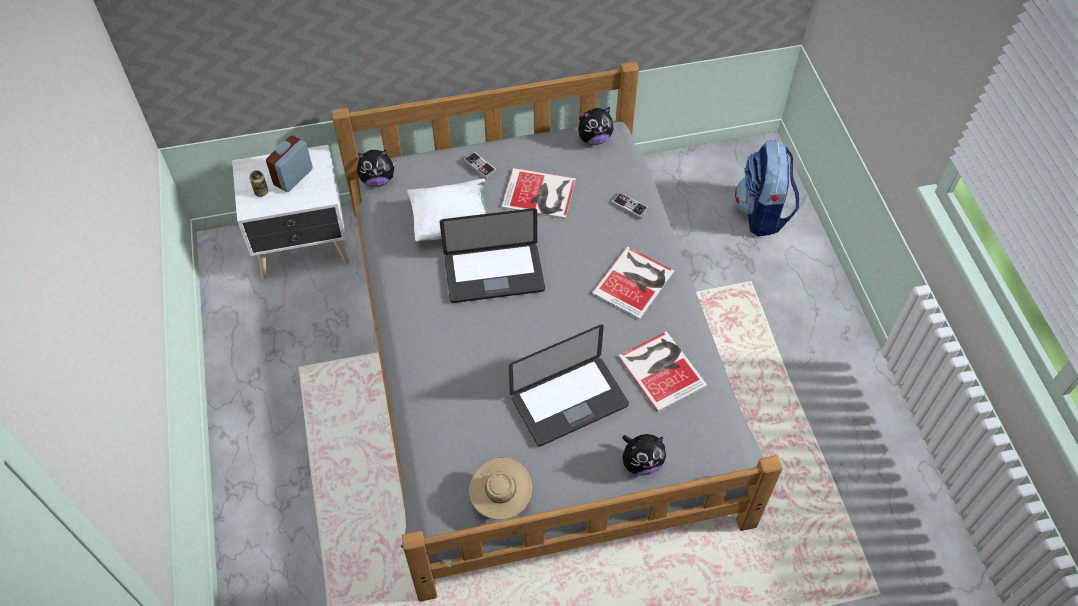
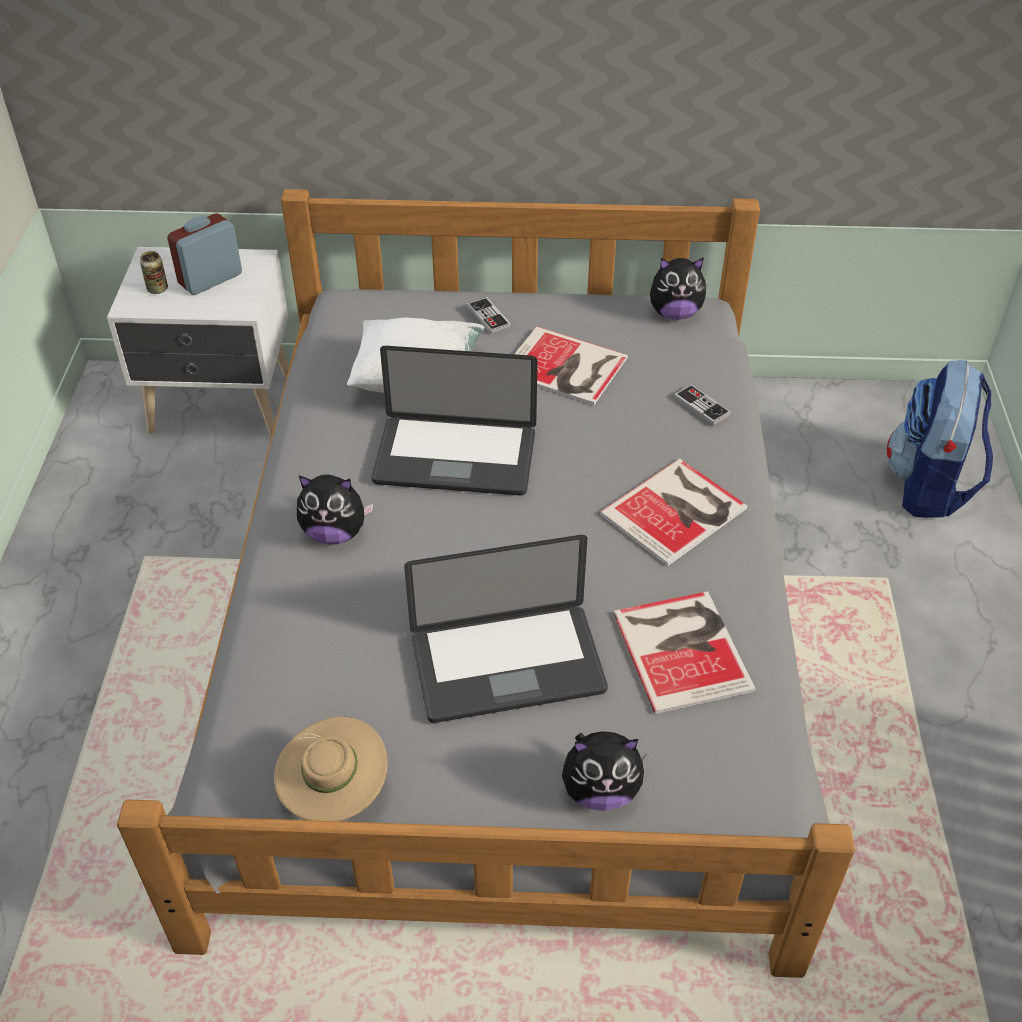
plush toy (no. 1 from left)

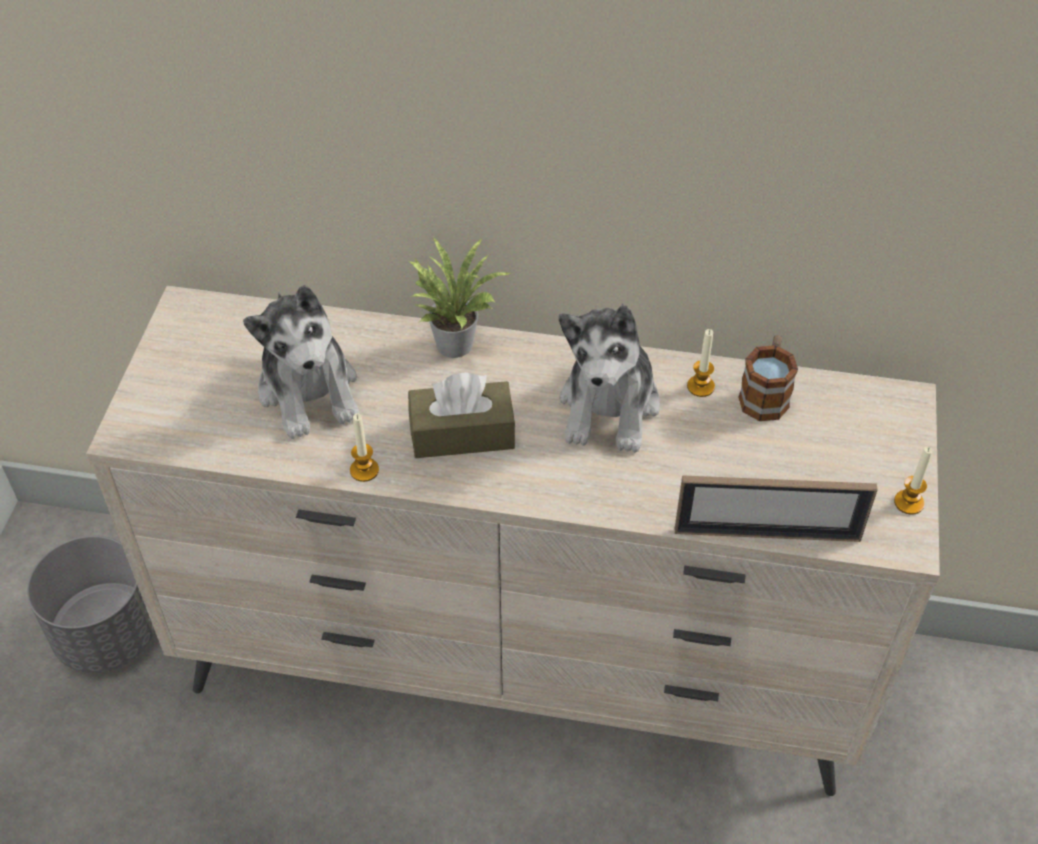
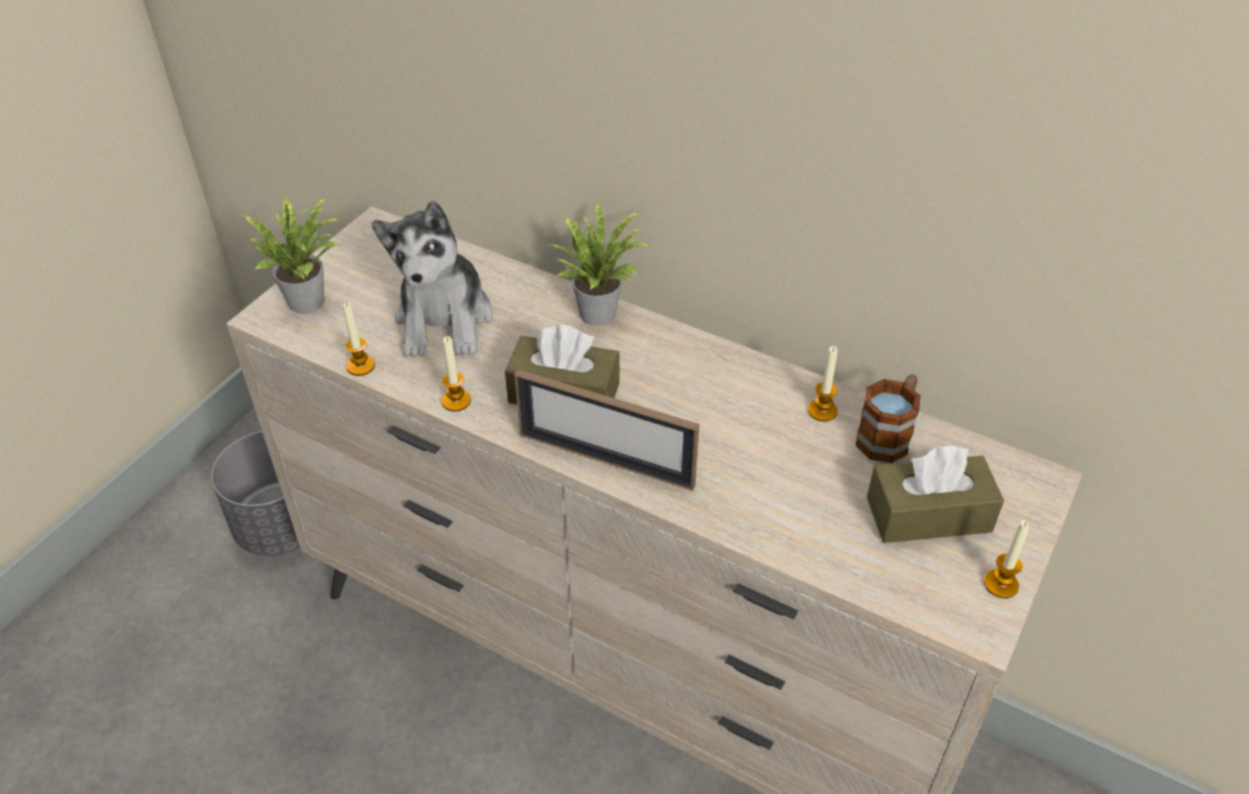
plush toy (no. 2 from left in the first image)
picture frame
potted plant (no. 1 from left)
candle (no. 1 from left)
brown tissue box (no. 2 from left)

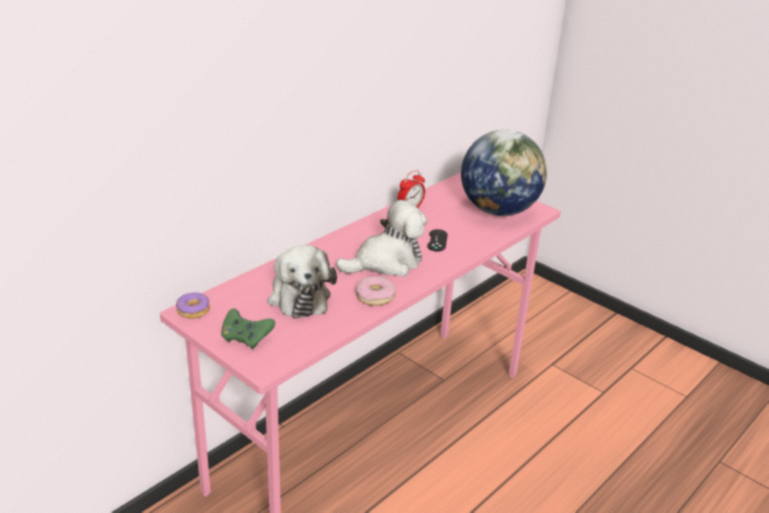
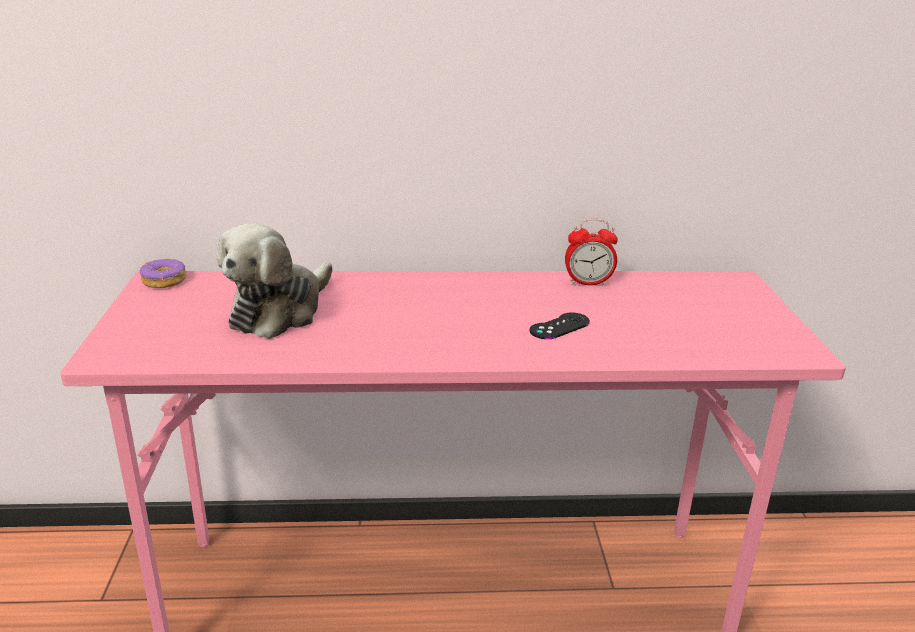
globe
plush toy (no. 2 from left in the first image)
donut (no. 2 from left in the first image)
green game controller

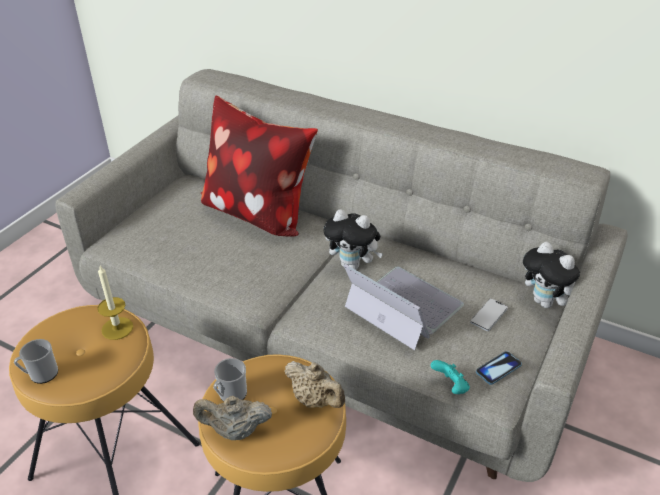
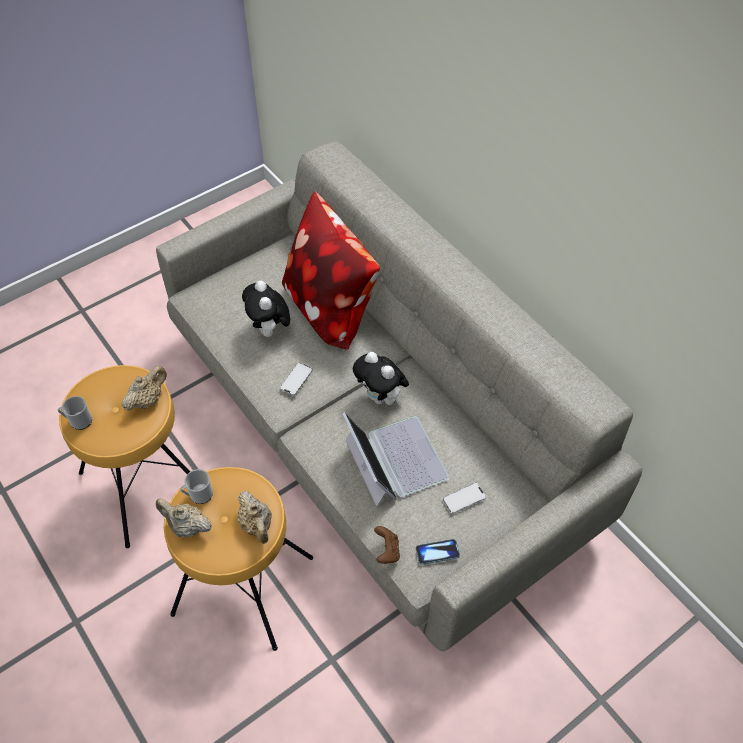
plush toy (no. 1 from left)
beige teapot (no. 1 from left)
brown game controller
phone (no. 1 from left)

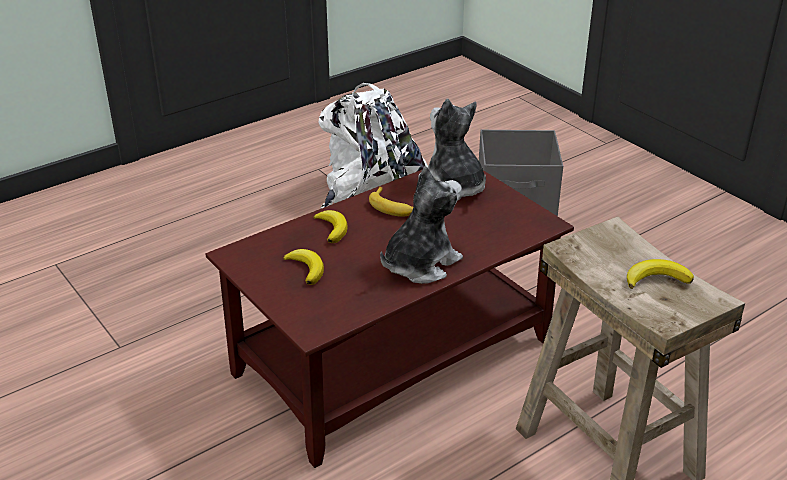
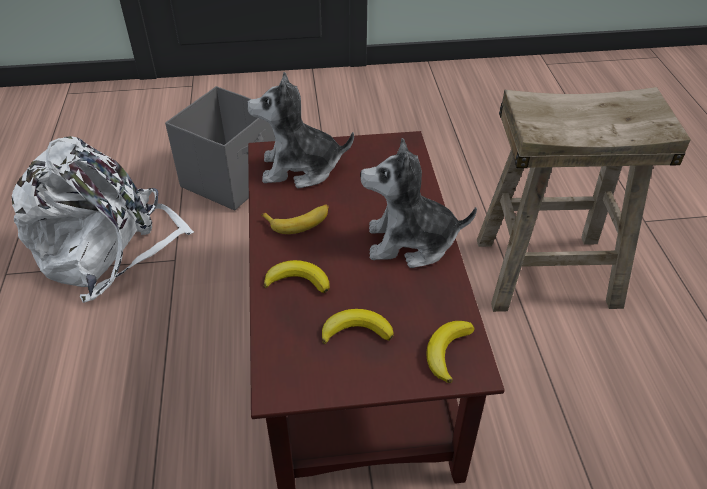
plush toy (no. 2 from left)
banana (no. 4 from left)

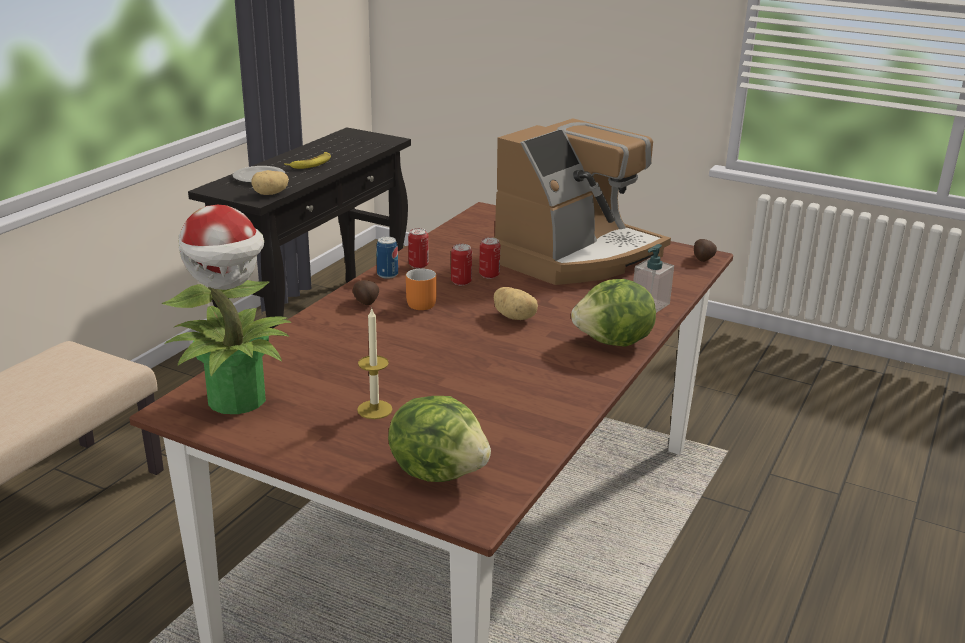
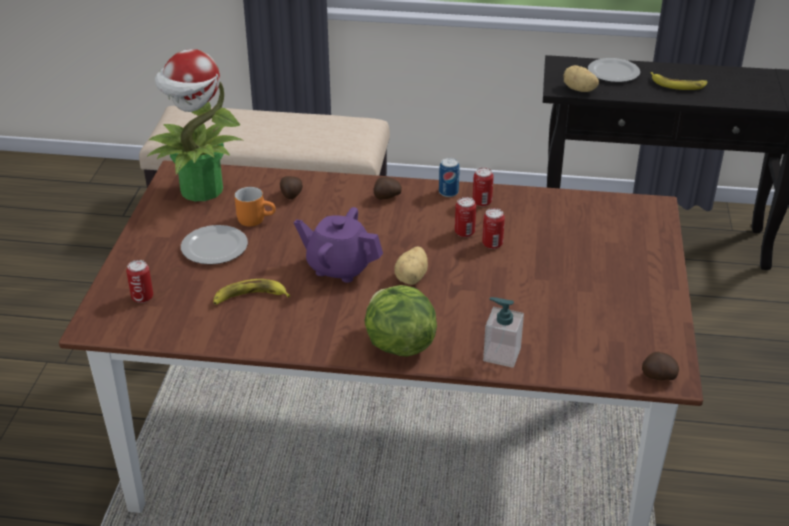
coffee machine
orange mug
plate (no. 1 from left)
can (no. 1 from left)
potato (no. 1 from left)
purple teapot
banana (no. 1 from left)

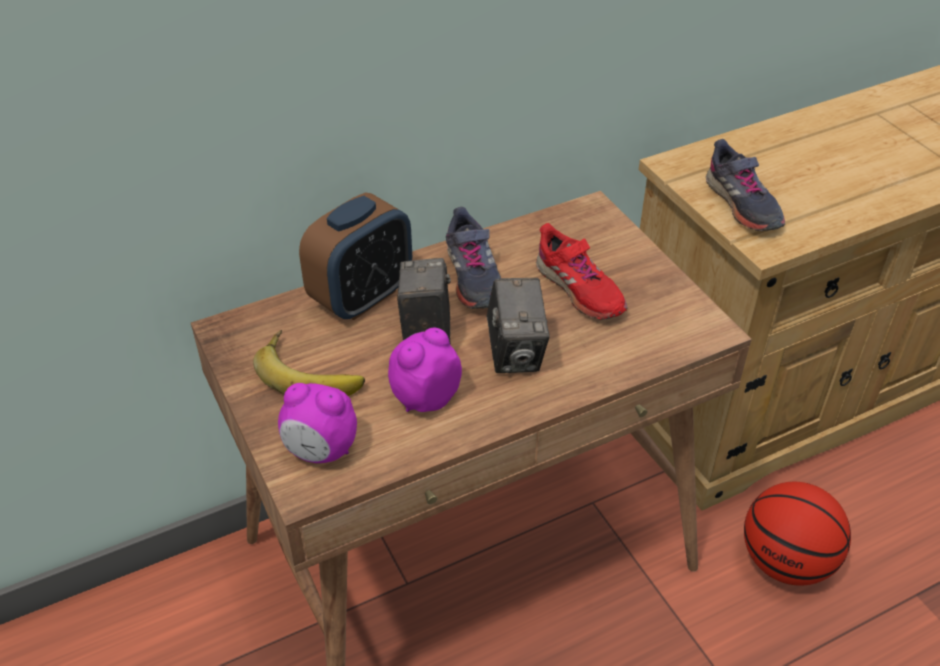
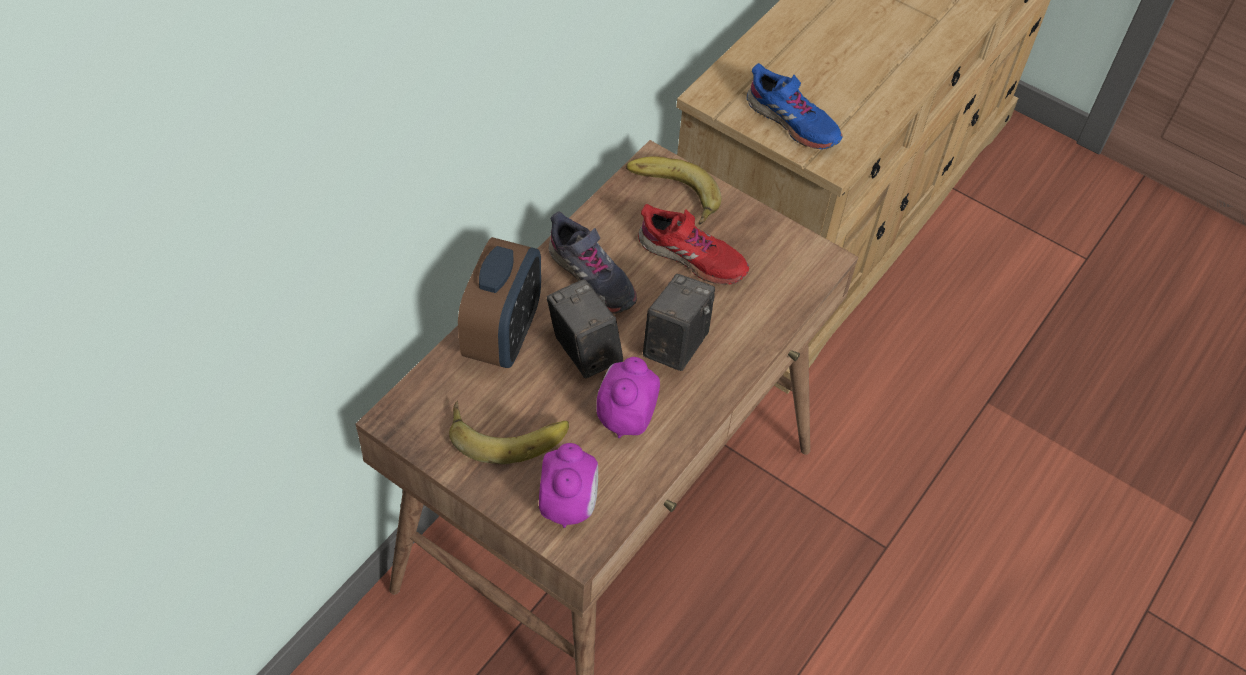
blue shoe
photo camera (no. 2 from left)
alarm clock (no. 2 from left)
basketball
banana (no. 2 from left)

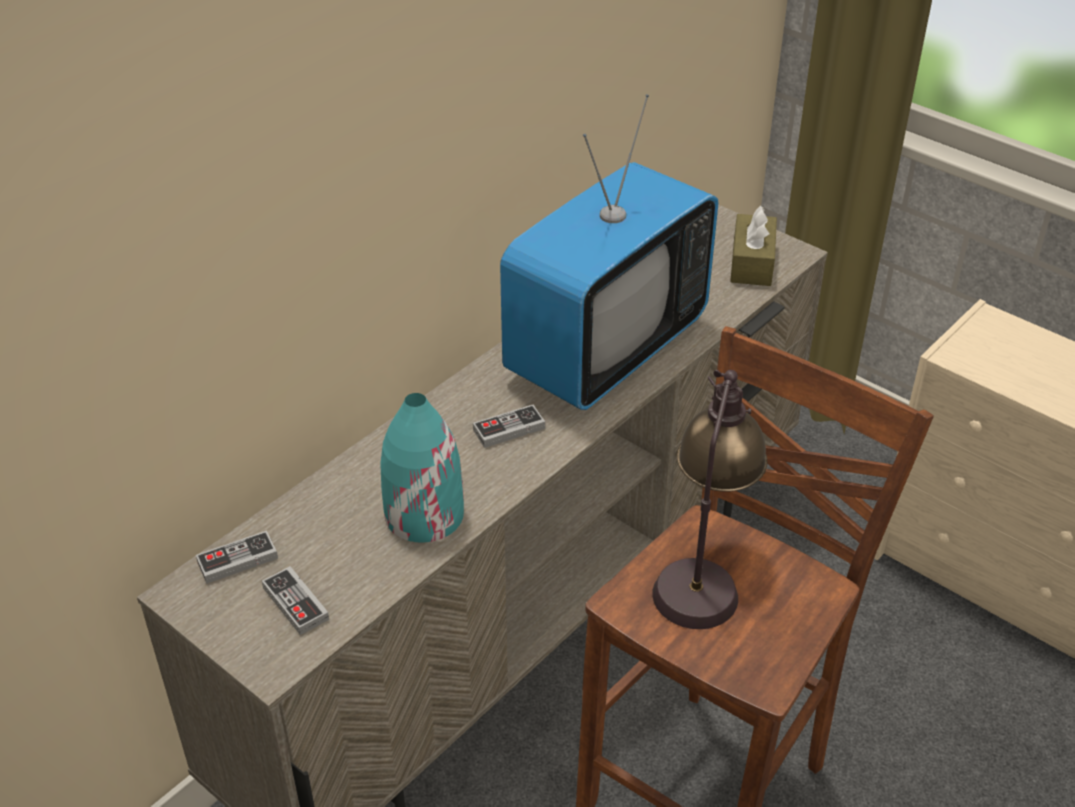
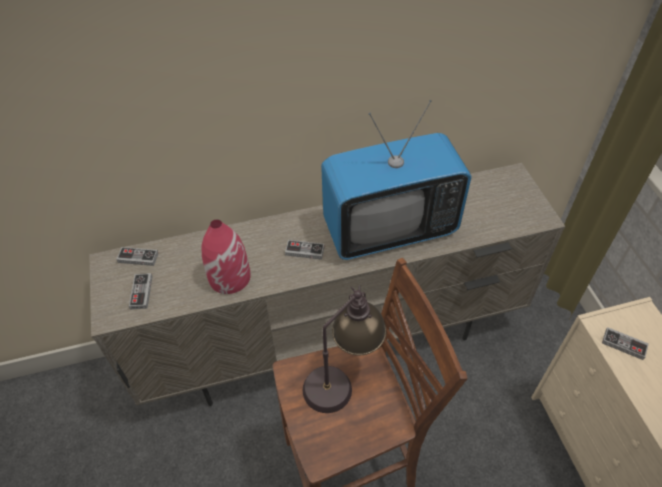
brown tissue box
red vase
game controller (no. 4 from left)

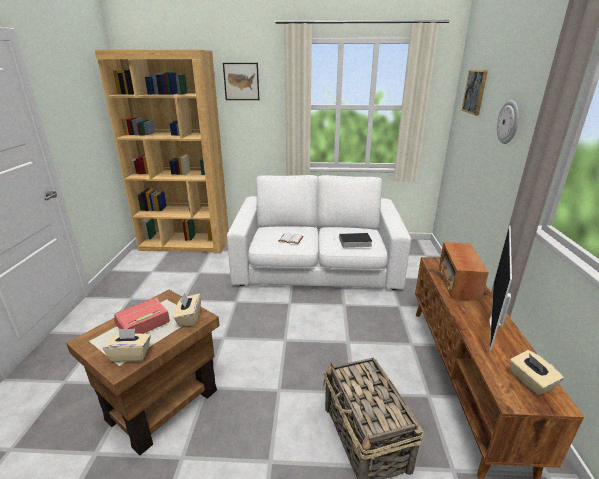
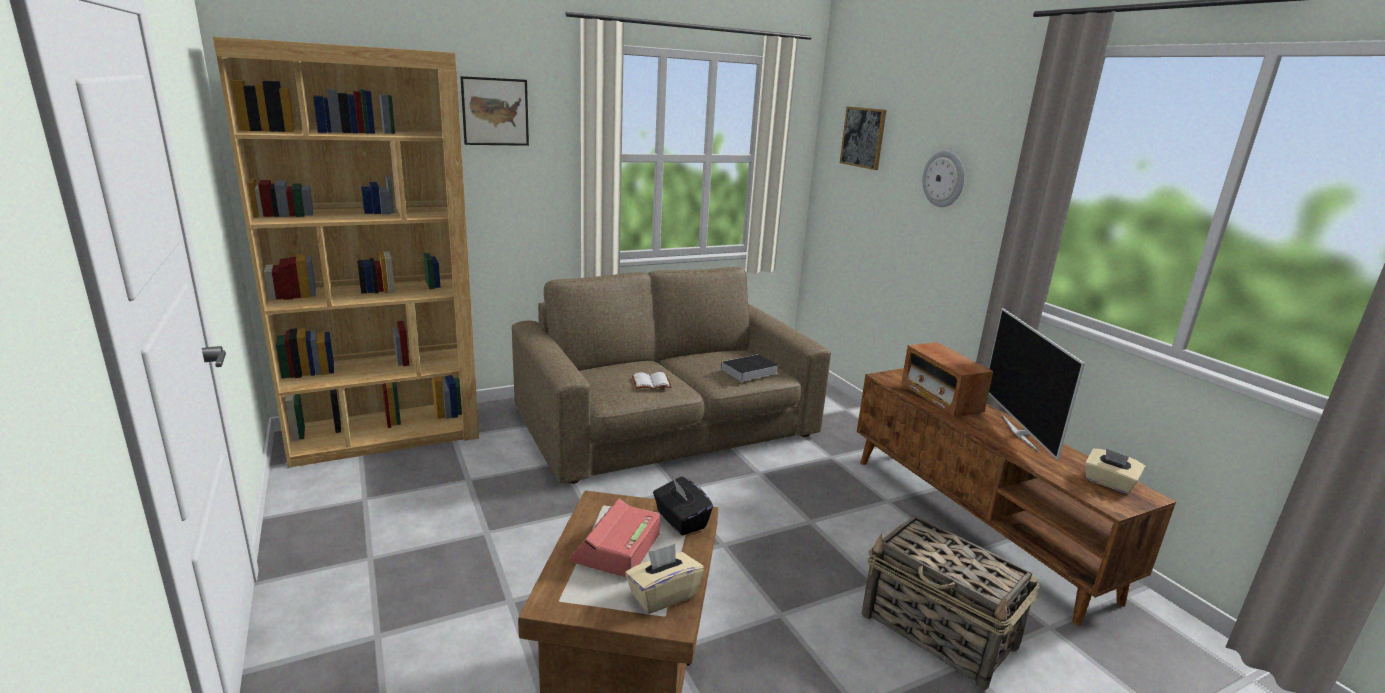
brown sofa
black tissue box

